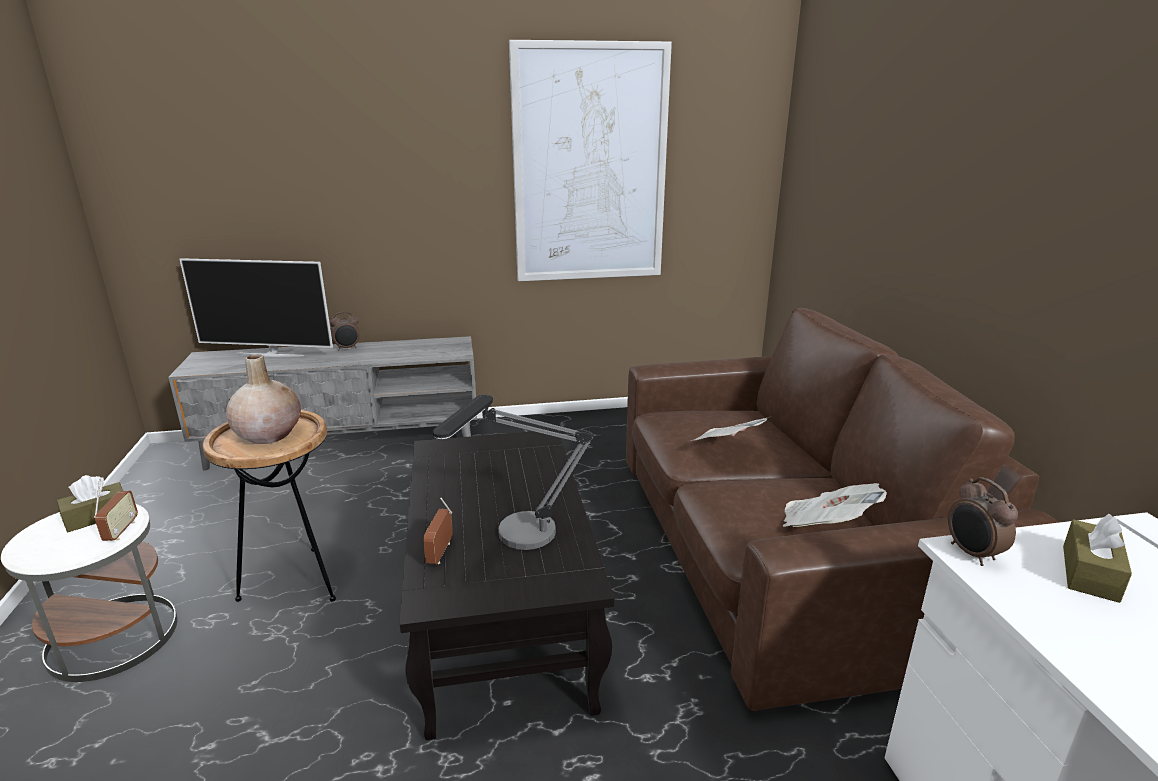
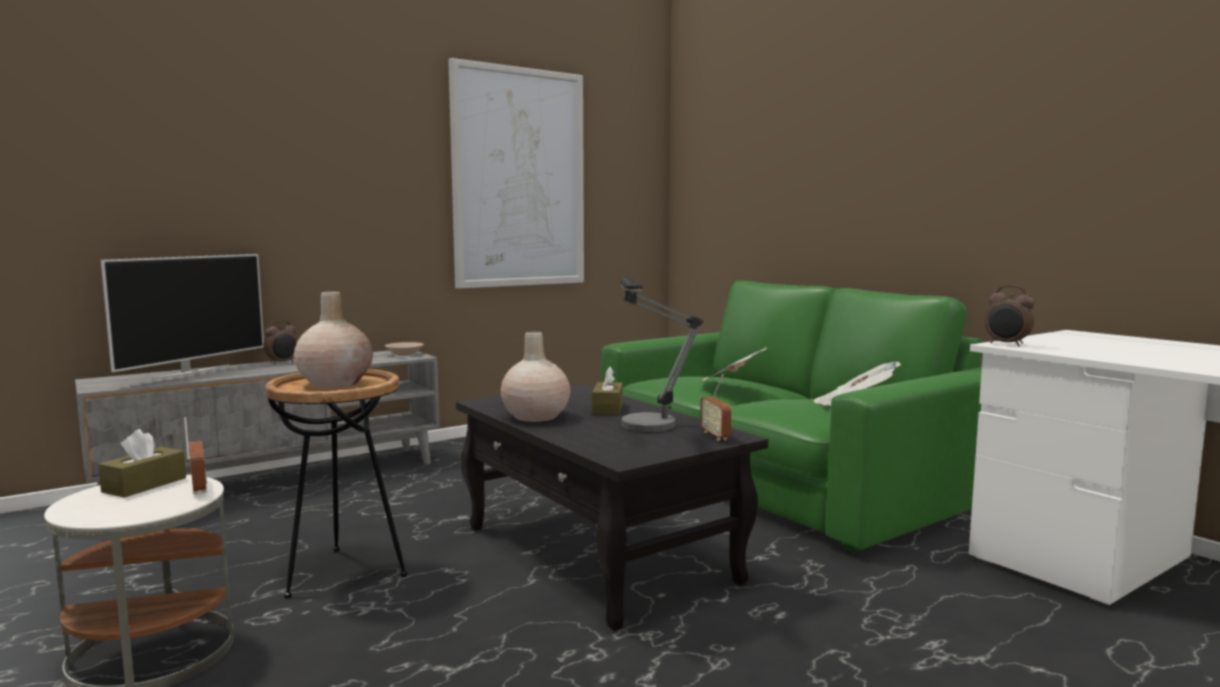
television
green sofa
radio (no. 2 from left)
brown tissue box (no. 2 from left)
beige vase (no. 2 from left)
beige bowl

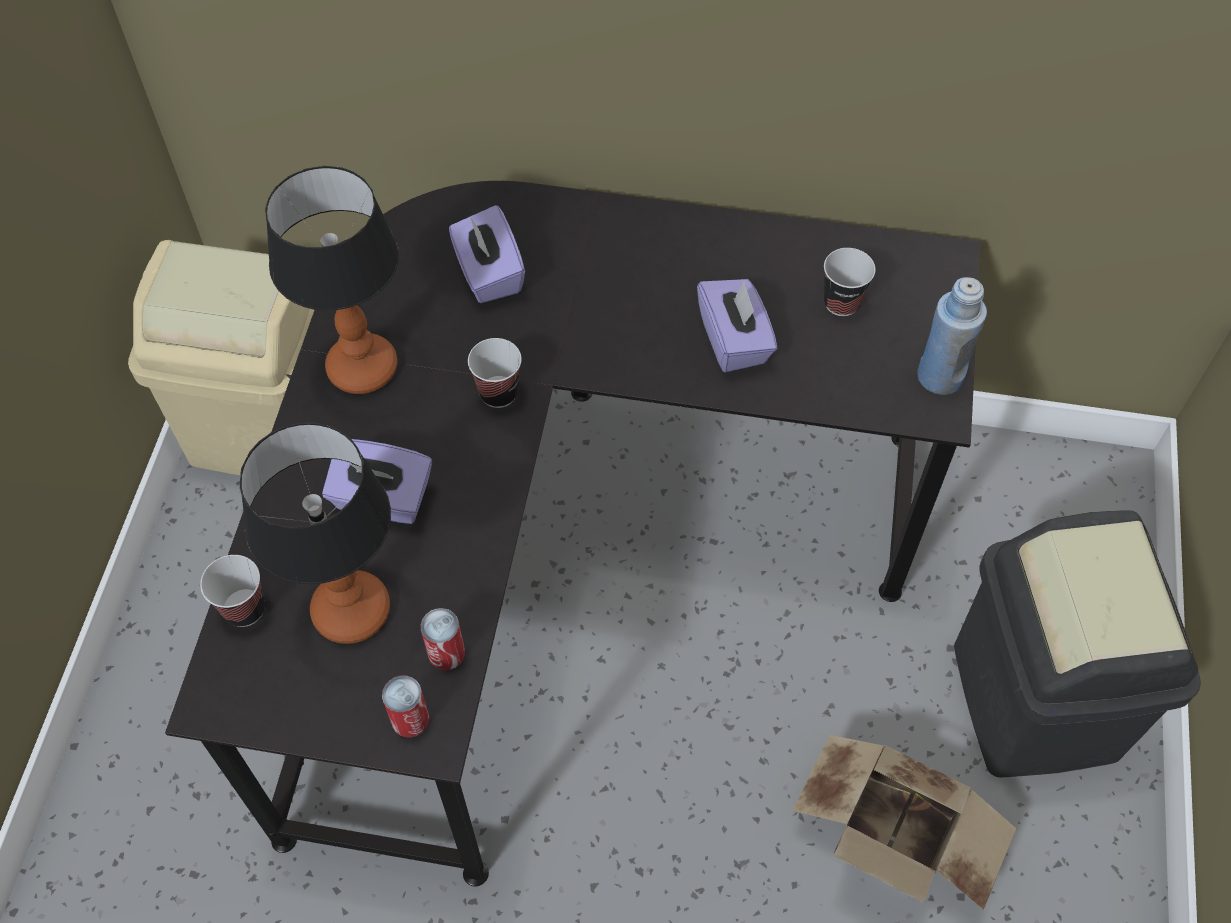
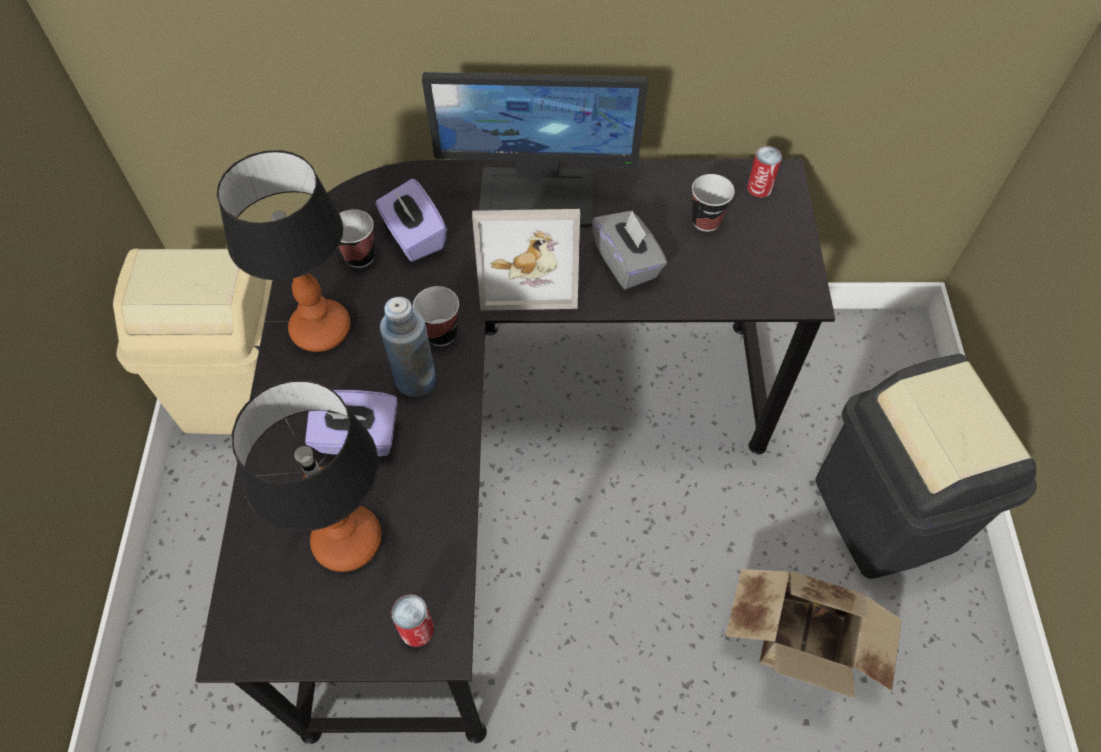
blue bottle
grey tissue box
cup (no. 1 from left)
can (no. 2 from left)
monitor
picture frame

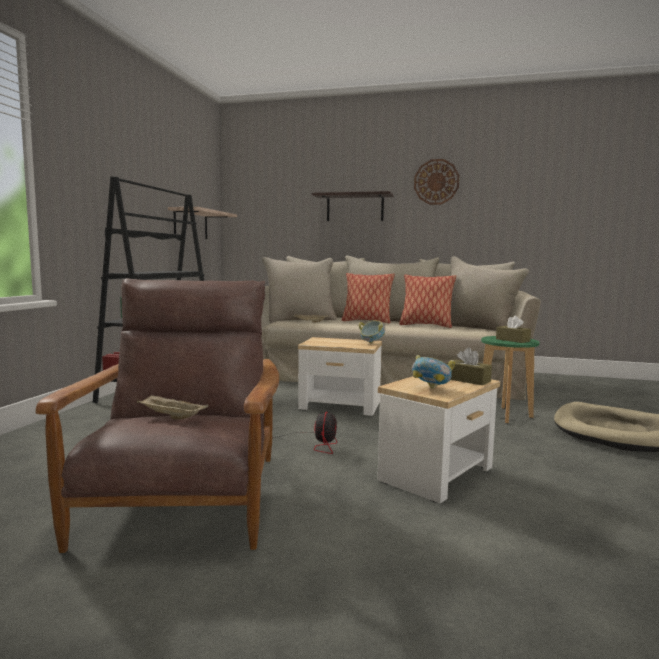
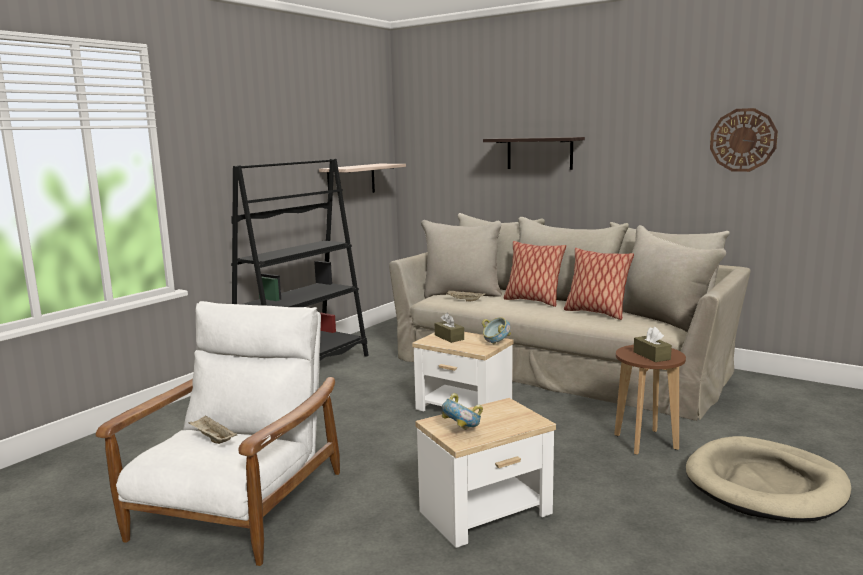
wall clock
white armchair
brown stool
brown tissue box (no. 1 from left)
fan

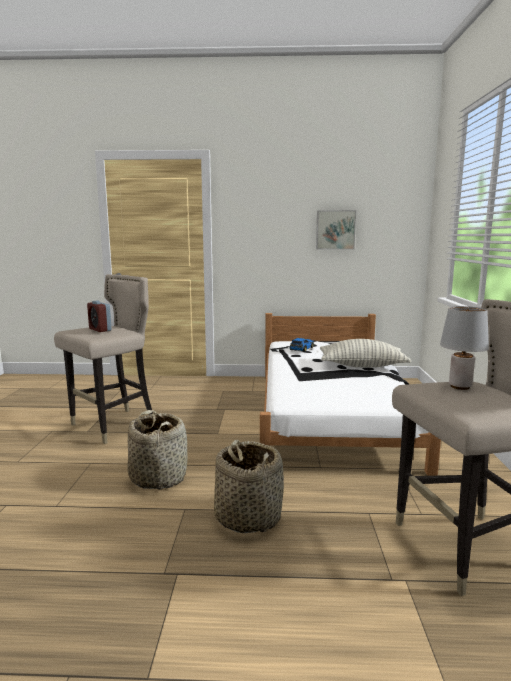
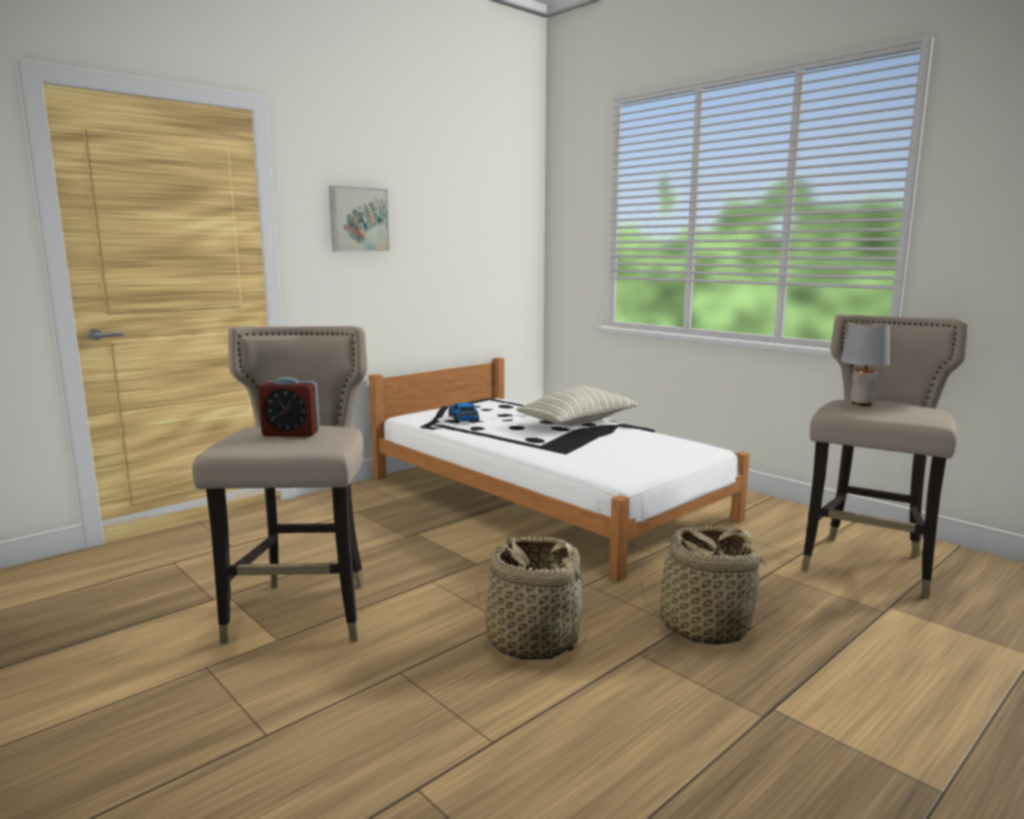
picture

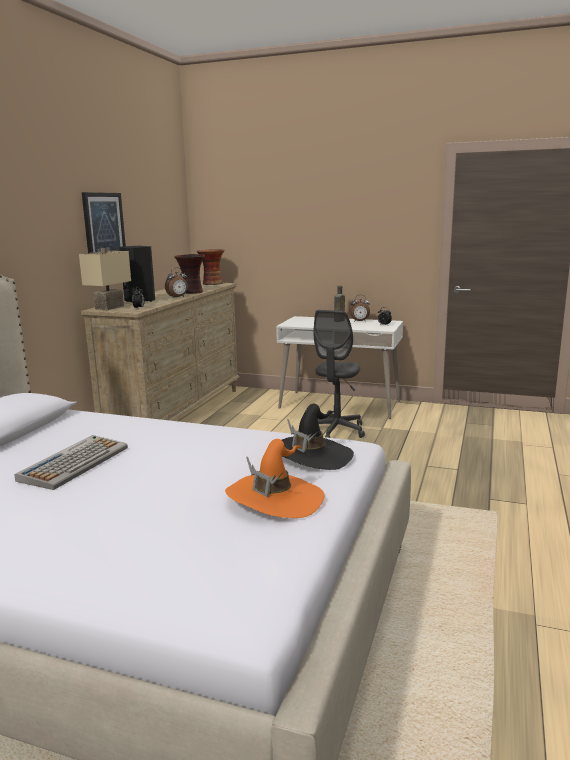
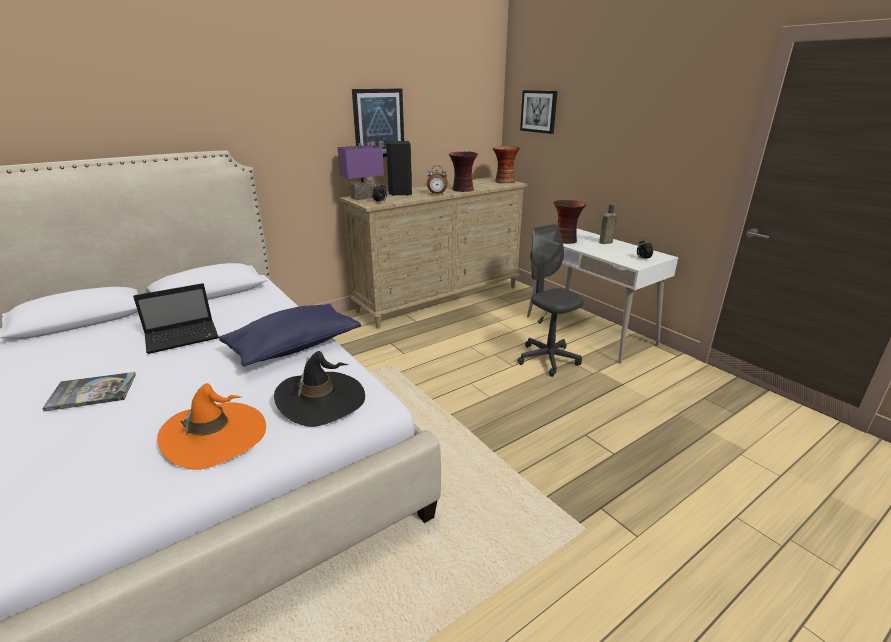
purple table lamp
alarm clock (no. 3 from left in the first image)
grey office chair
laptop
picture (no. 2 from left)
vase (no. 3 from left)
blue pillow
book

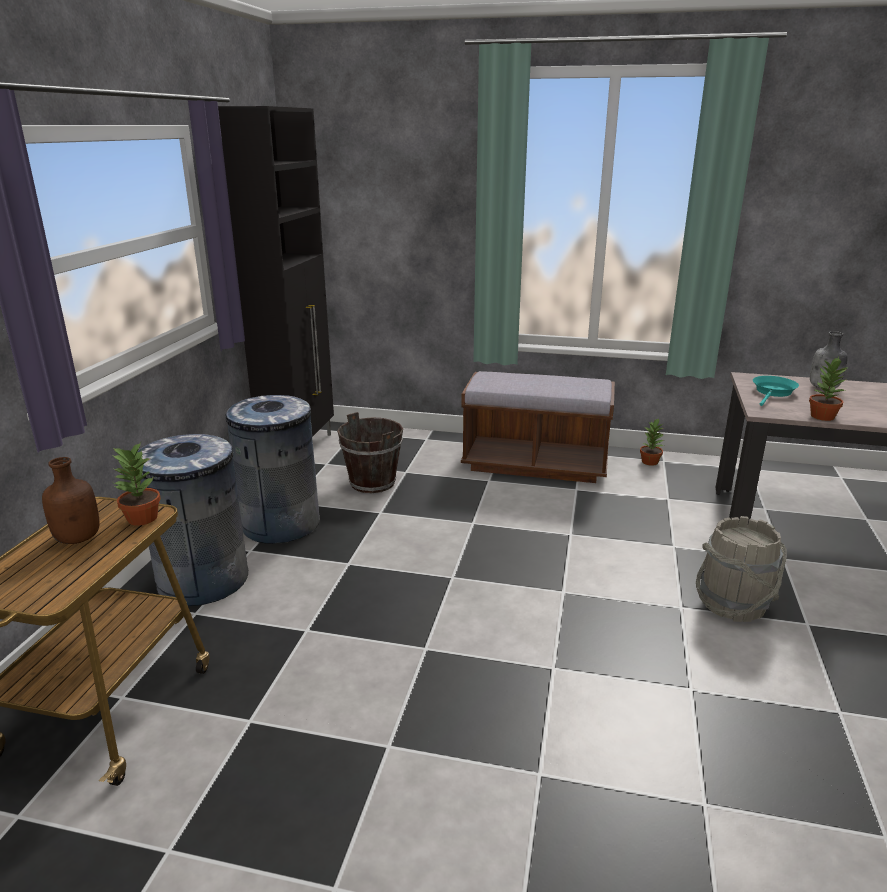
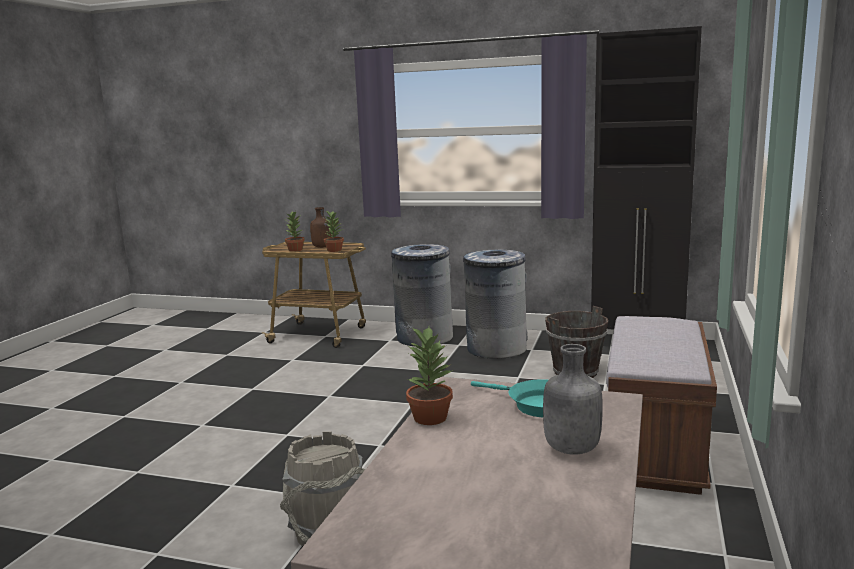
potted plant (no. 1 from left)

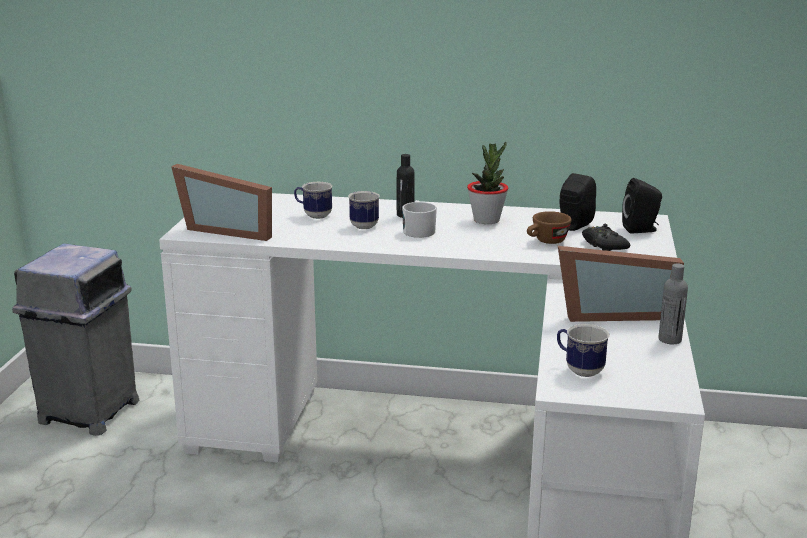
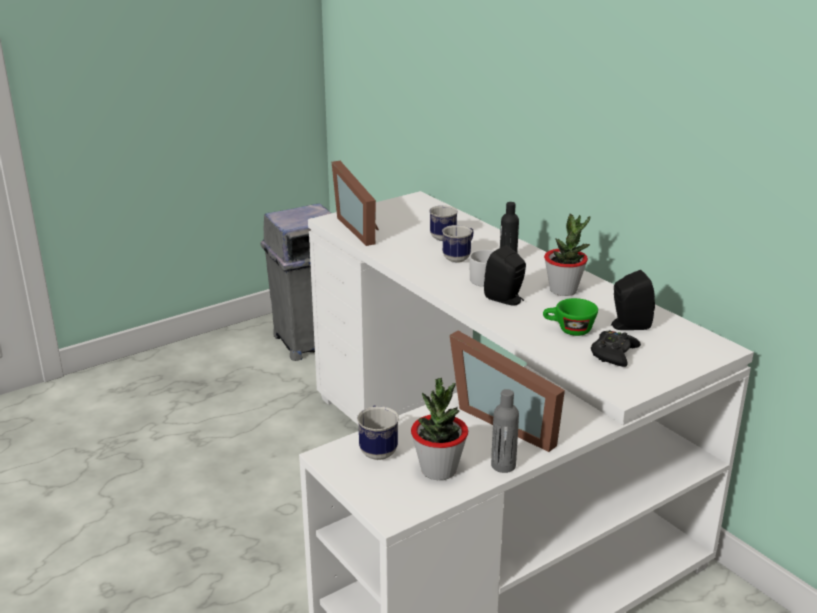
black speaker (no. 1 from left)
green cup
potted plant (no. 1 from left)

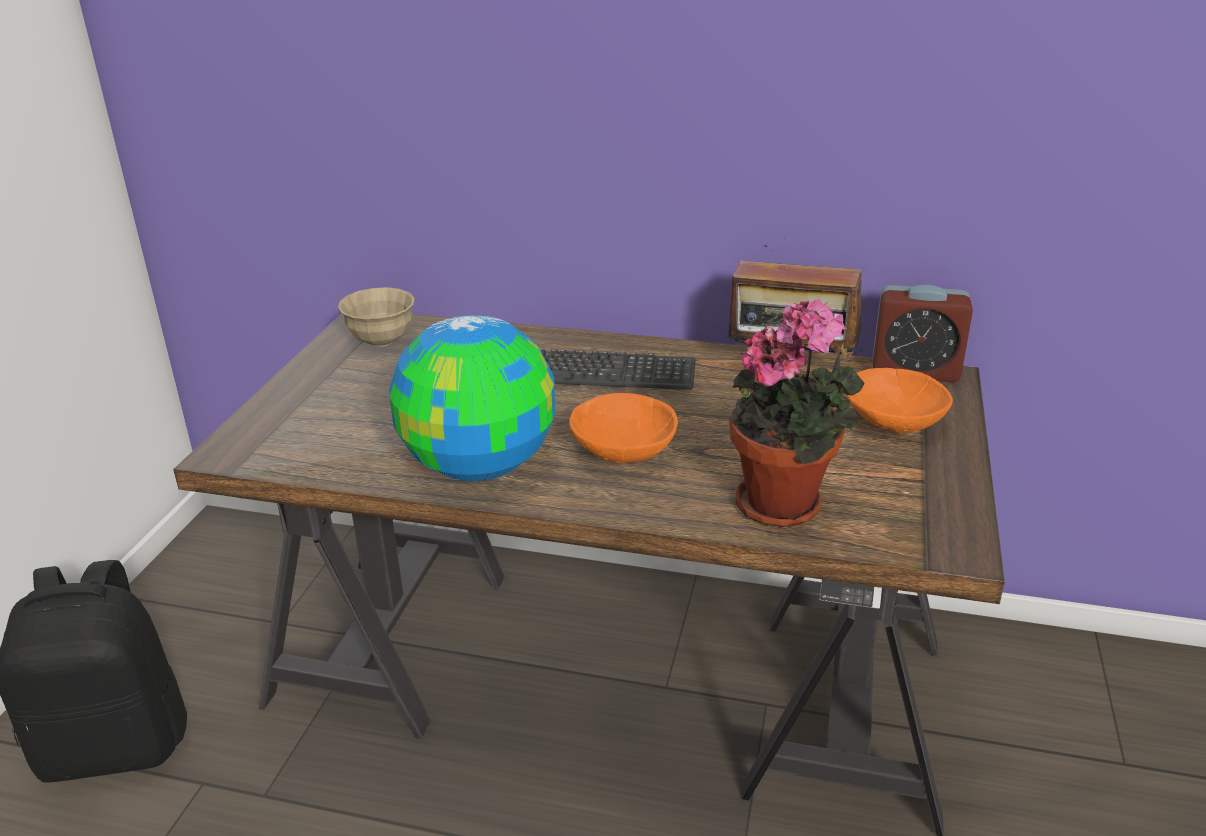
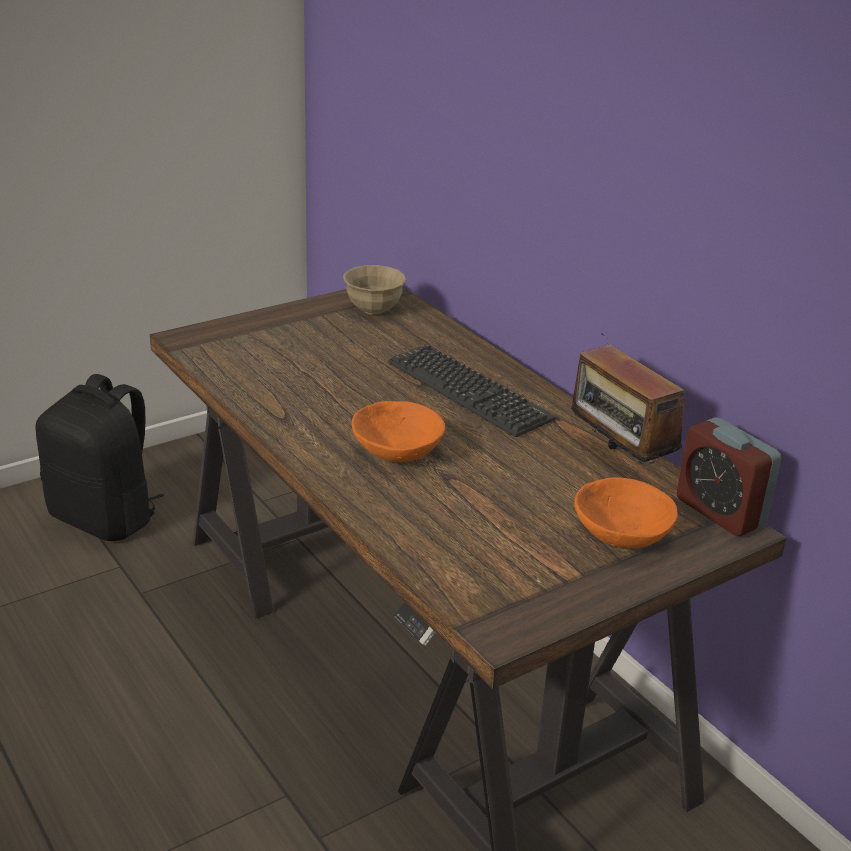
potted plant
globe

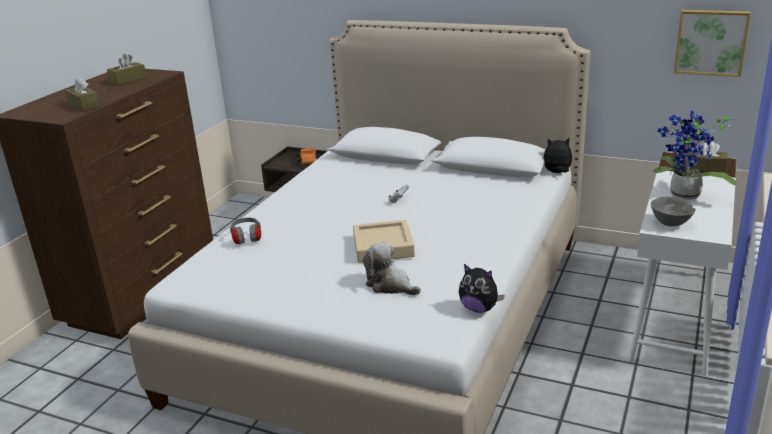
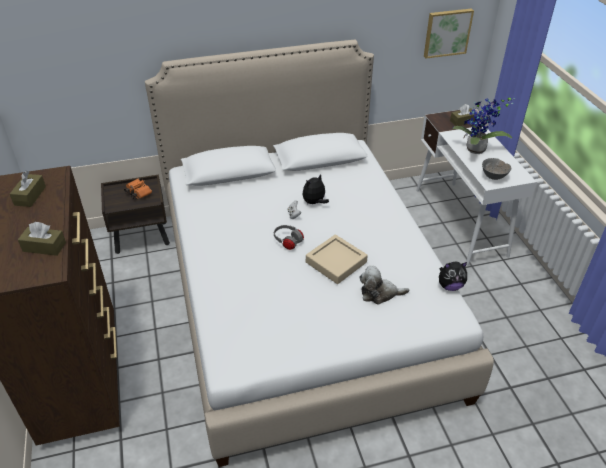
plush toy (no. 1 from left)
grey headphones

